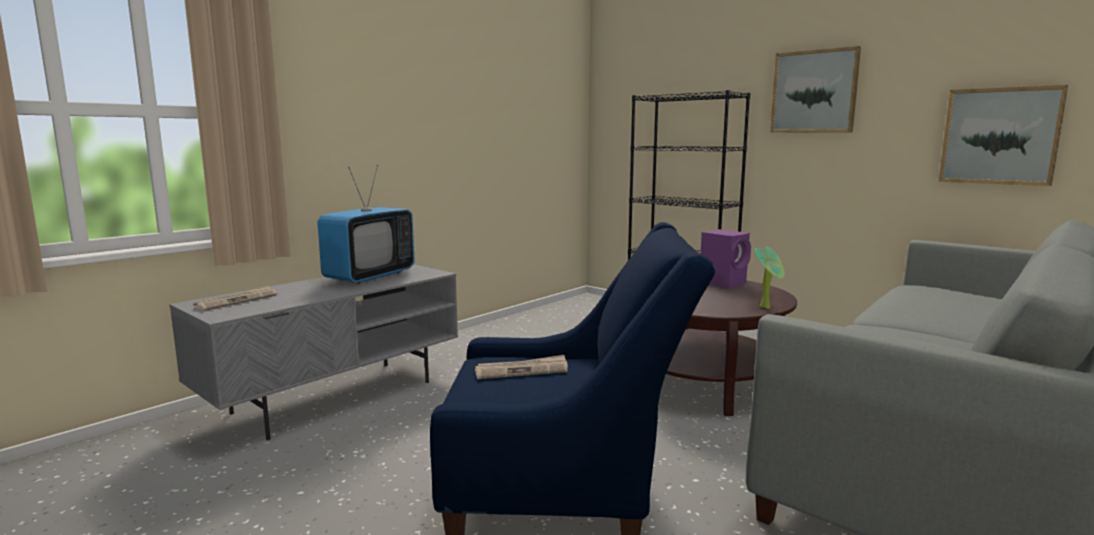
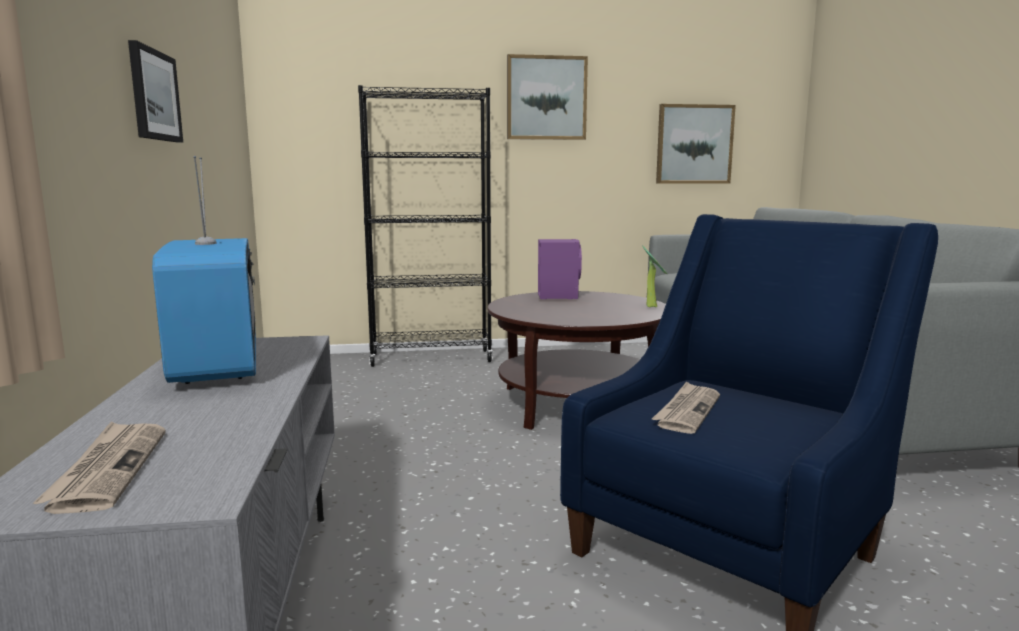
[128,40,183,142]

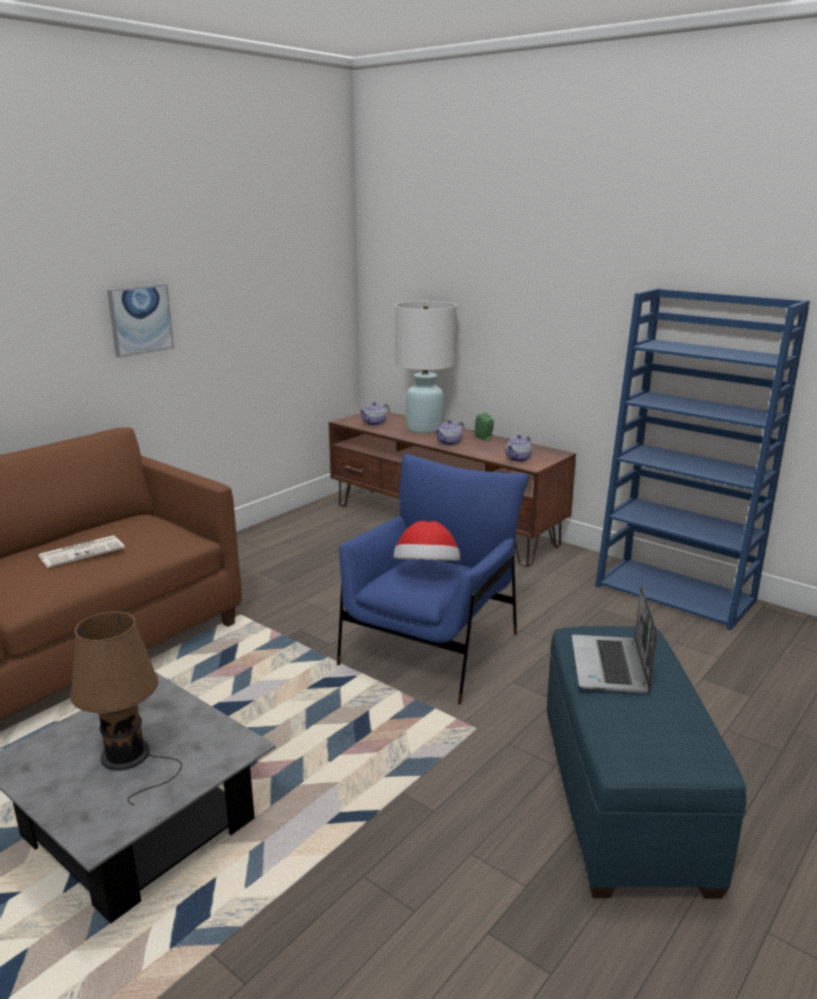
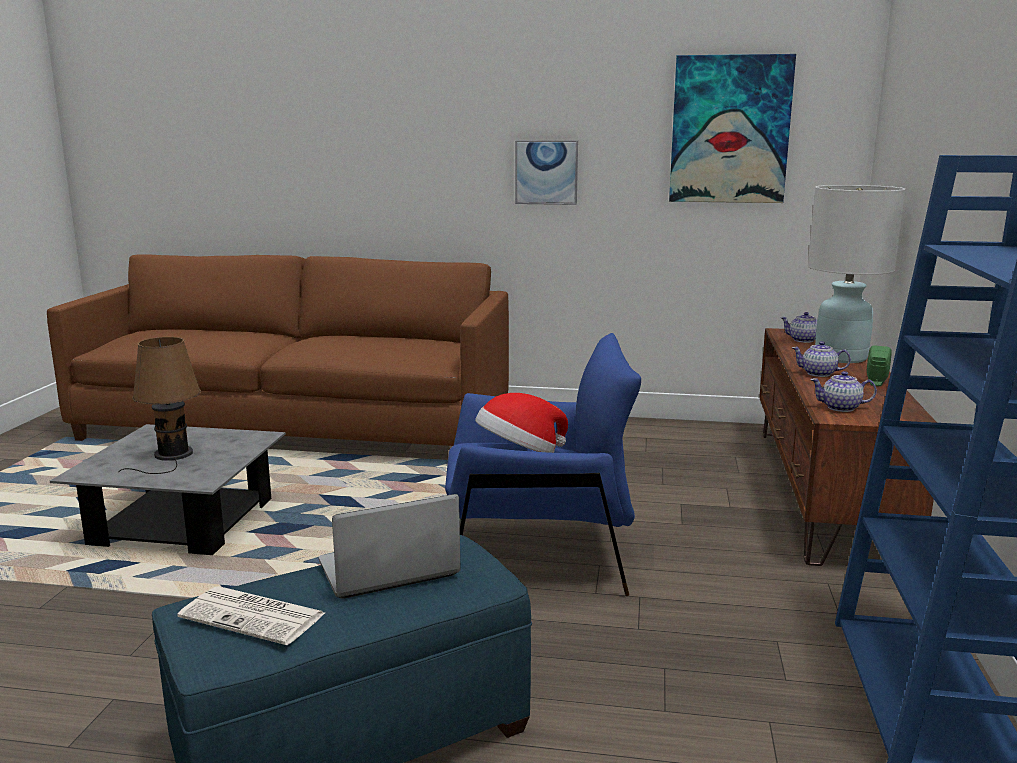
[177,586,325,645]
[669,54,796,203]

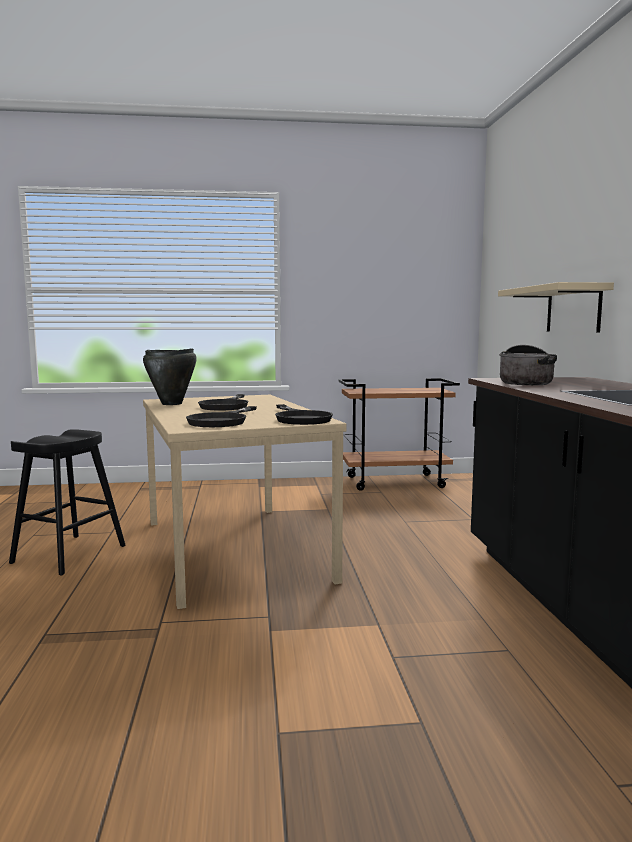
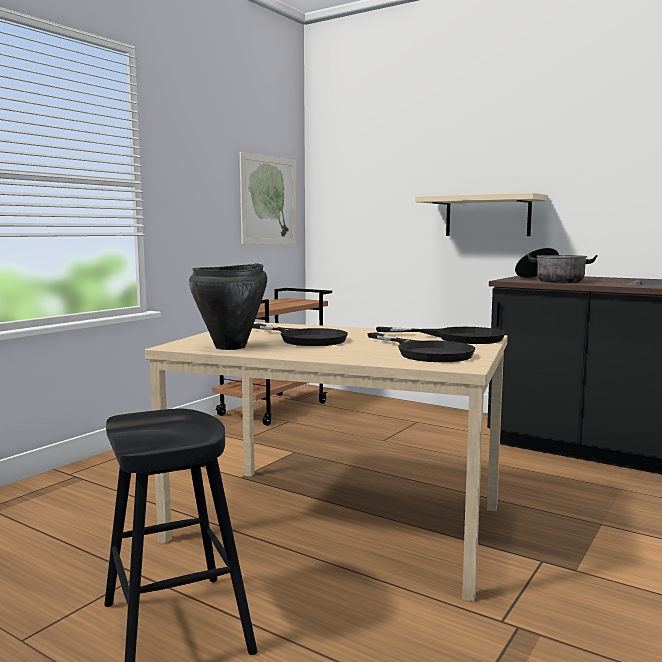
[240,152,297,245]

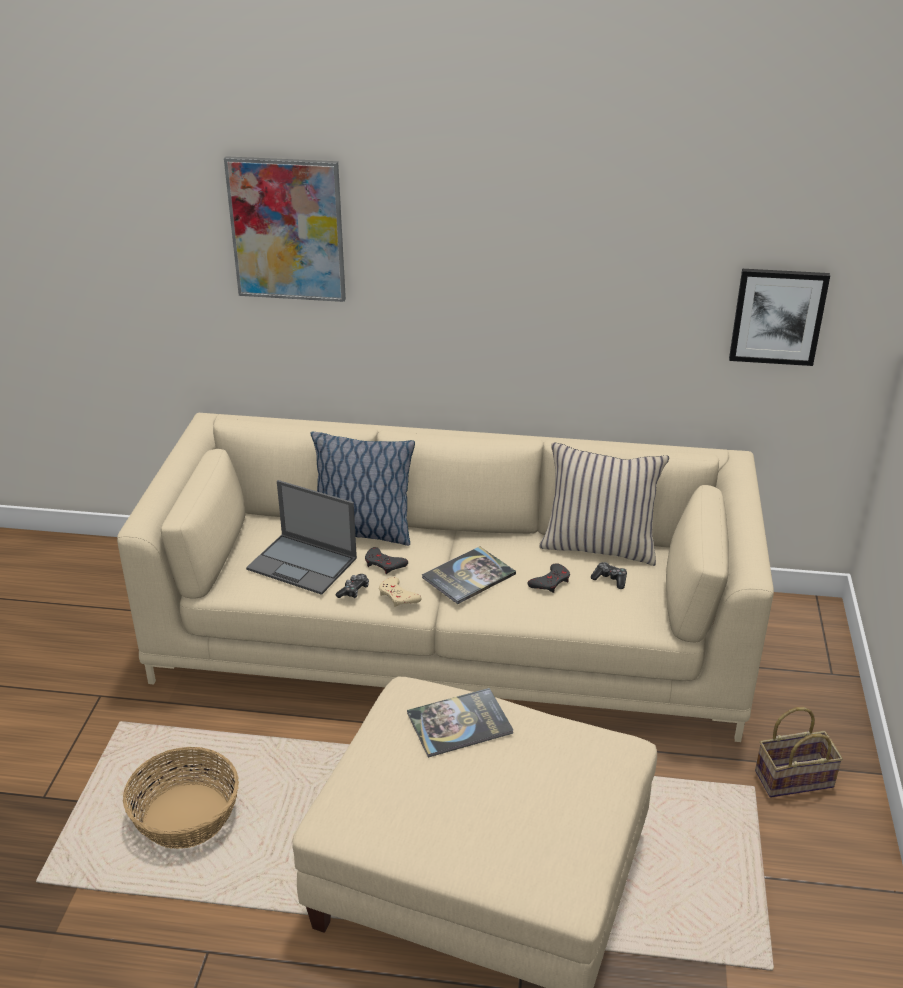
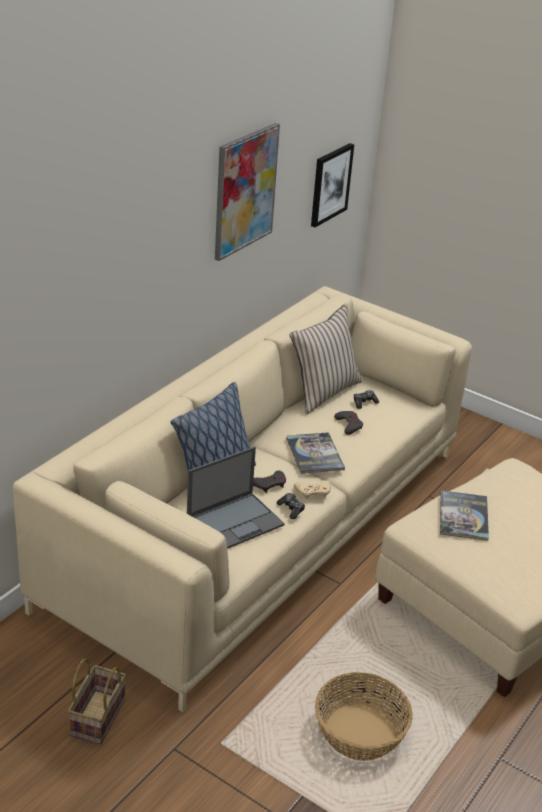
[215,123,280,261]
[68,658,126,745]

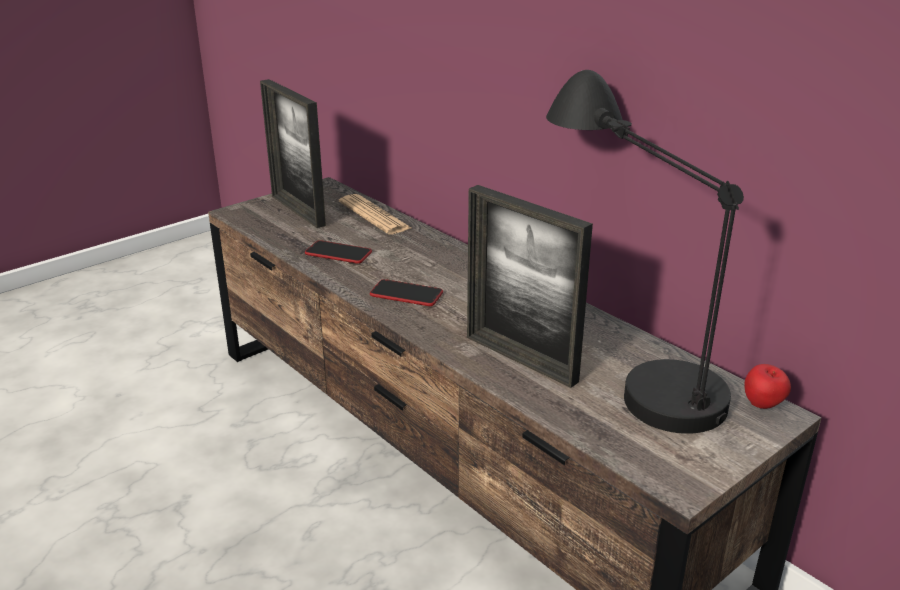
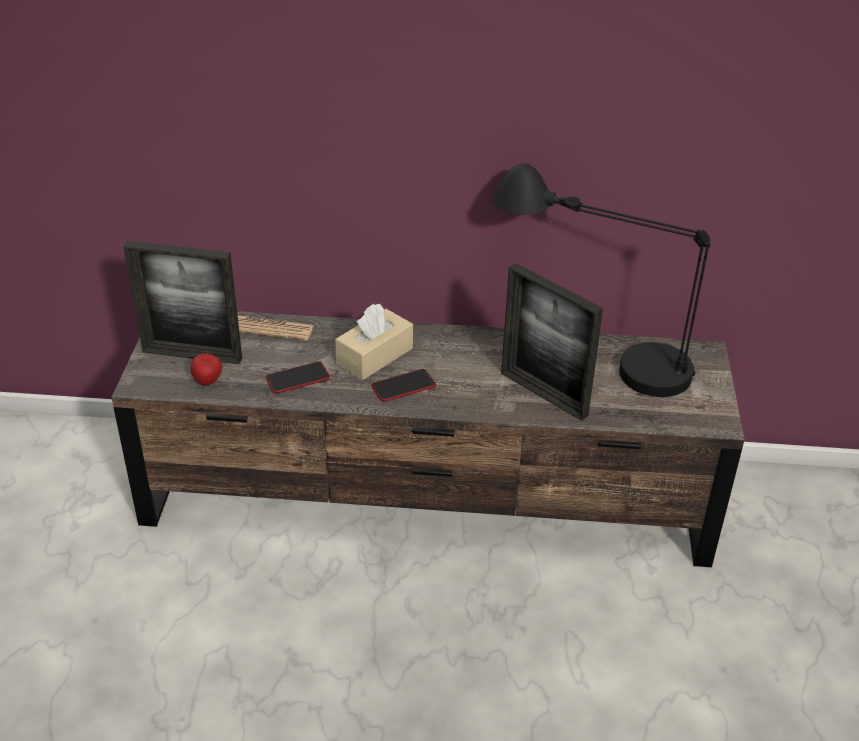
[501,263,603,421]
[191,354,222,385]
[335,304,413,380]

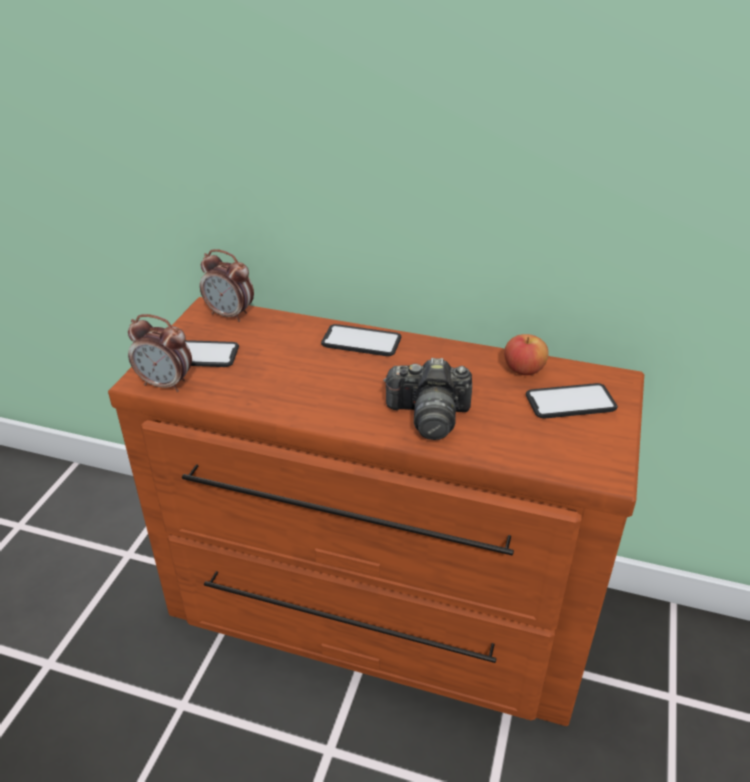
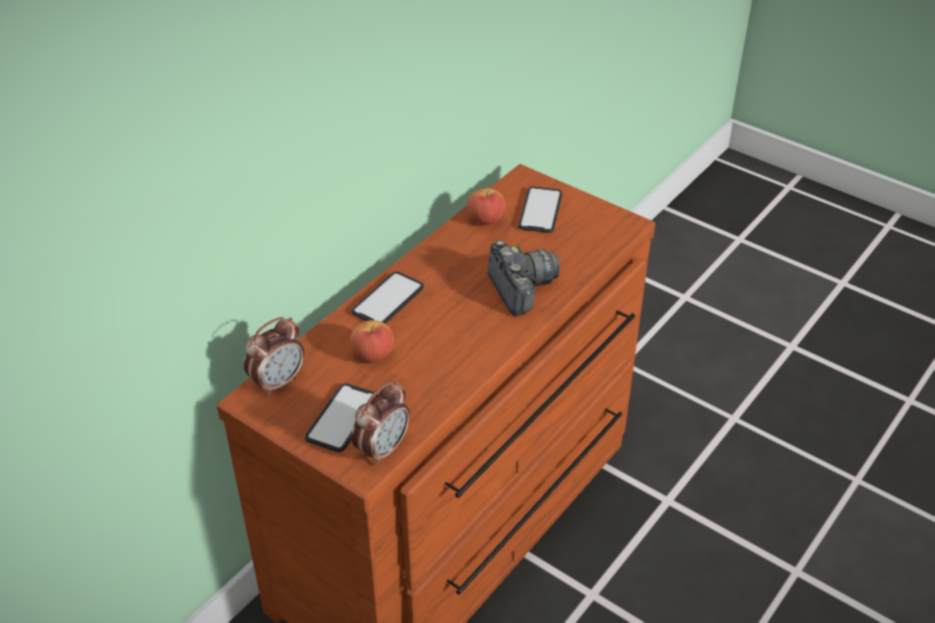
[488,240,560,316]
[350,320,394,362]

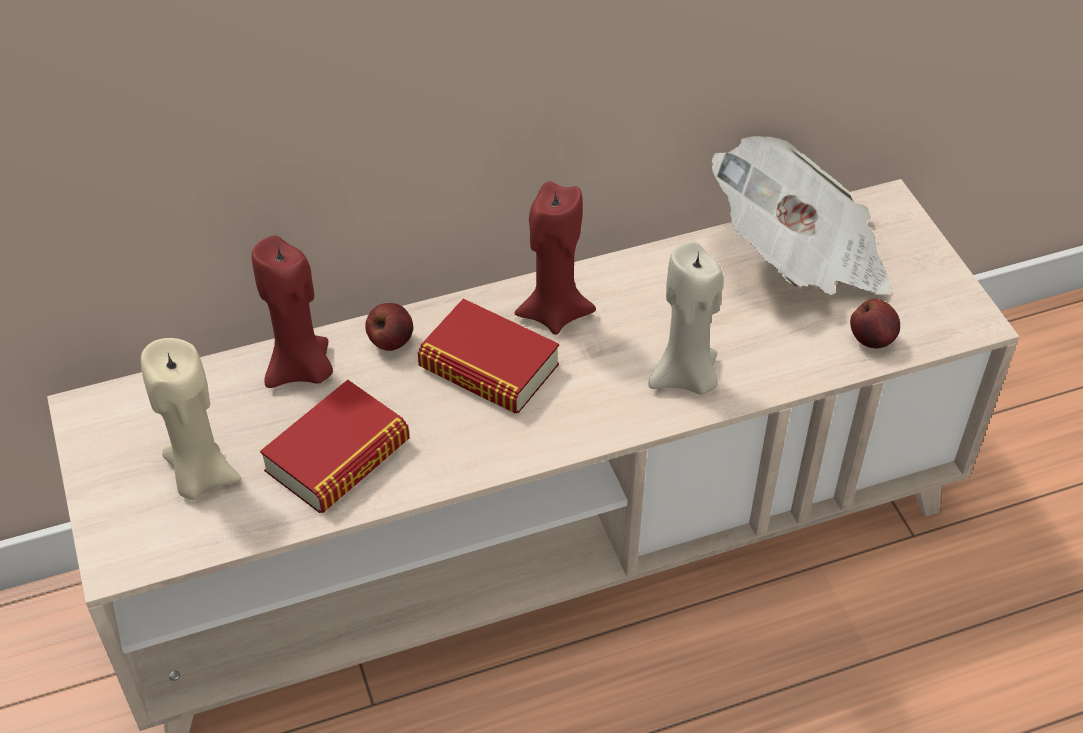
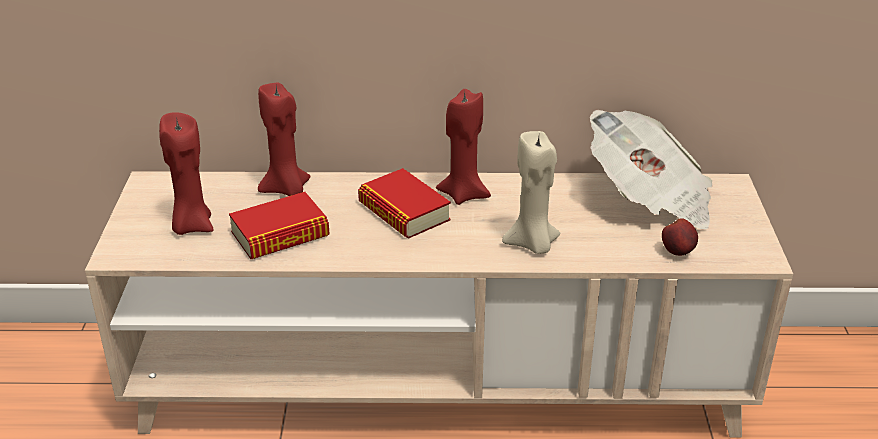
[159,112,214,235]
[365,303,413,351] (first image)

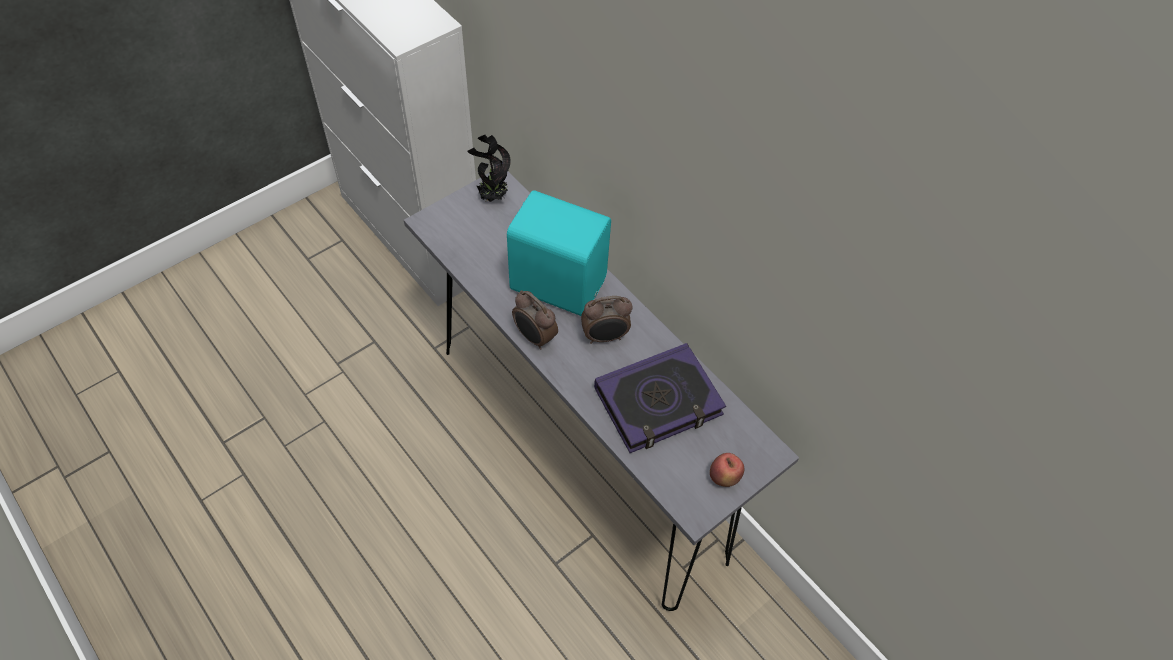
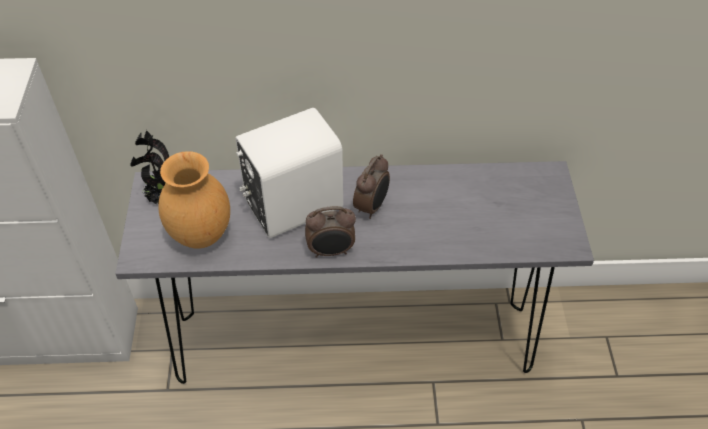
[235,108,343,238]
[594,343,726,453] (first image)
[710,453,744,487] (first image)
[158,151,230,249]

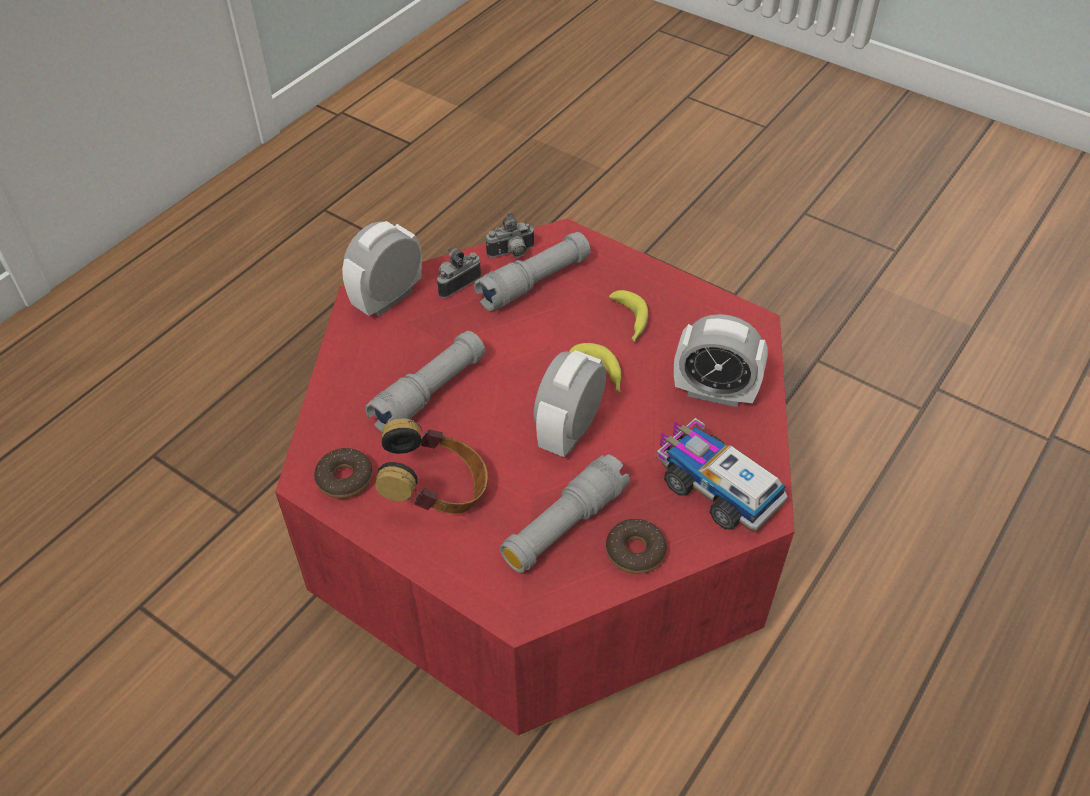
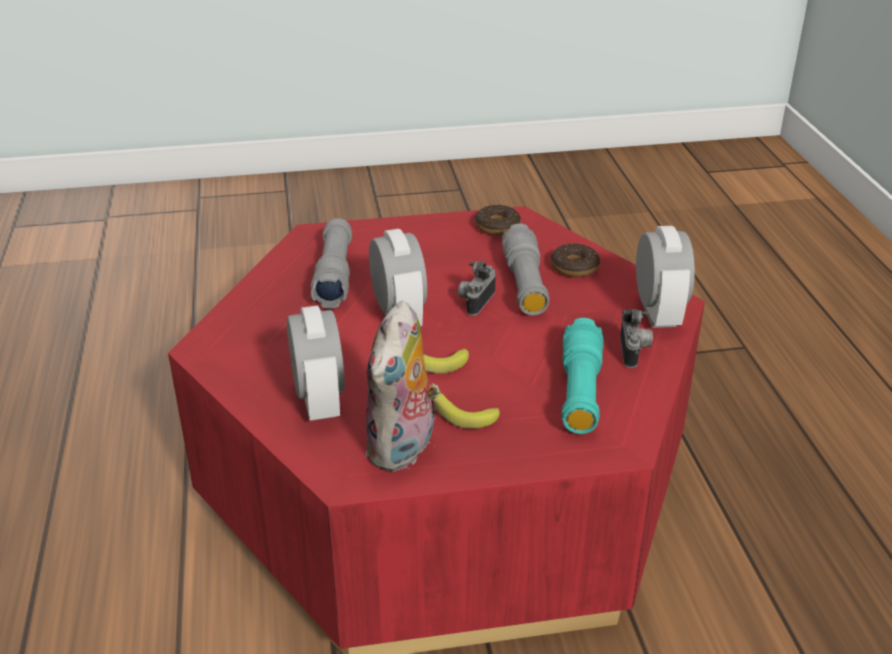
[375,418,488,513] (first image)
[562,318,604,434]
[458,261,496,316]
[551,244,600,277]
[656,418,788,531] (first image)
[287,305,345,421]
[365,301,441,472]

